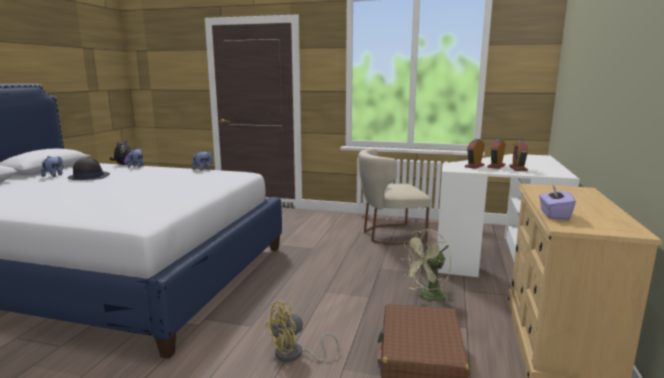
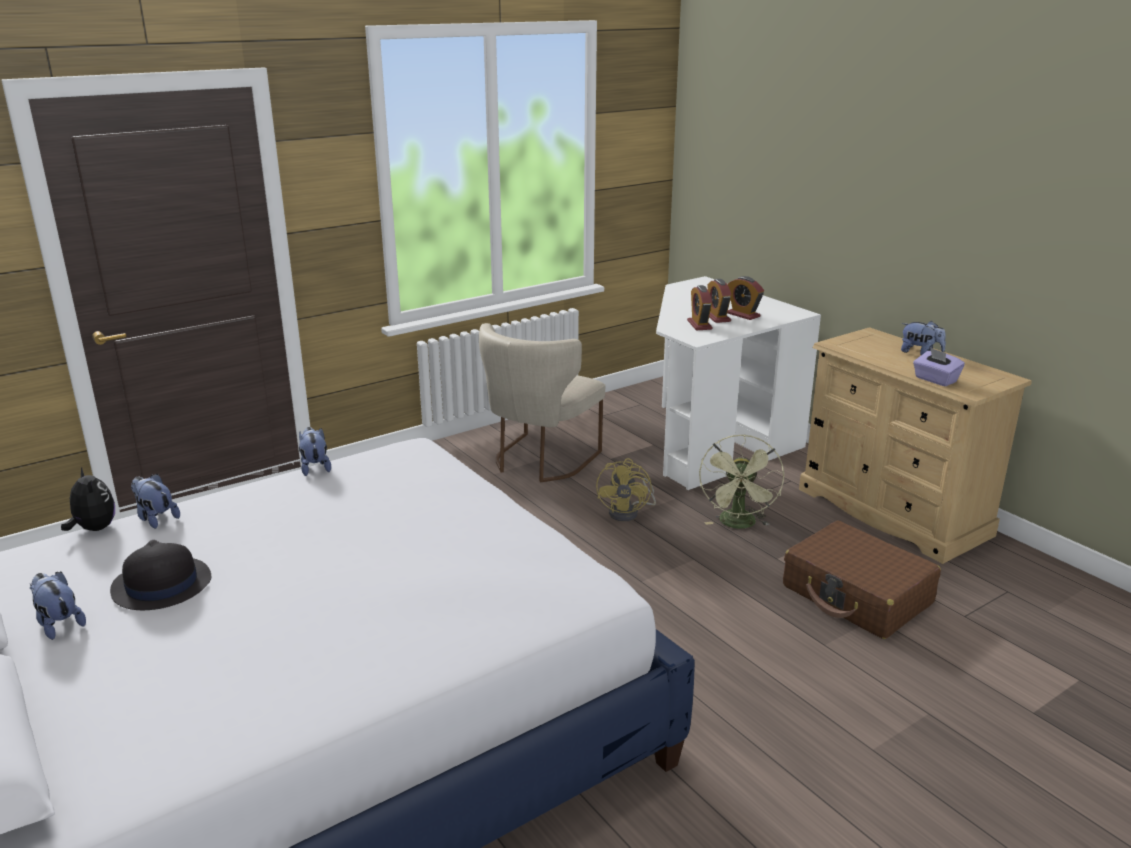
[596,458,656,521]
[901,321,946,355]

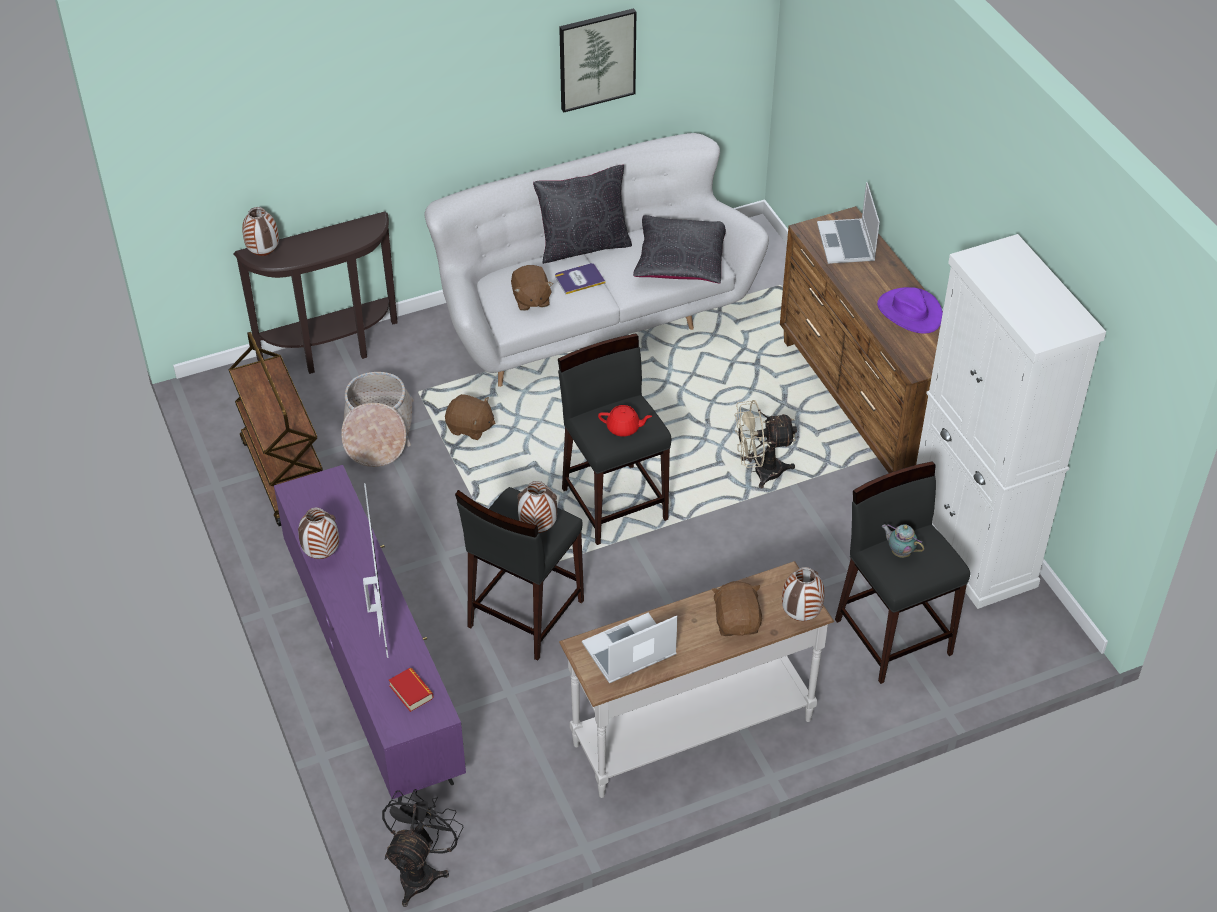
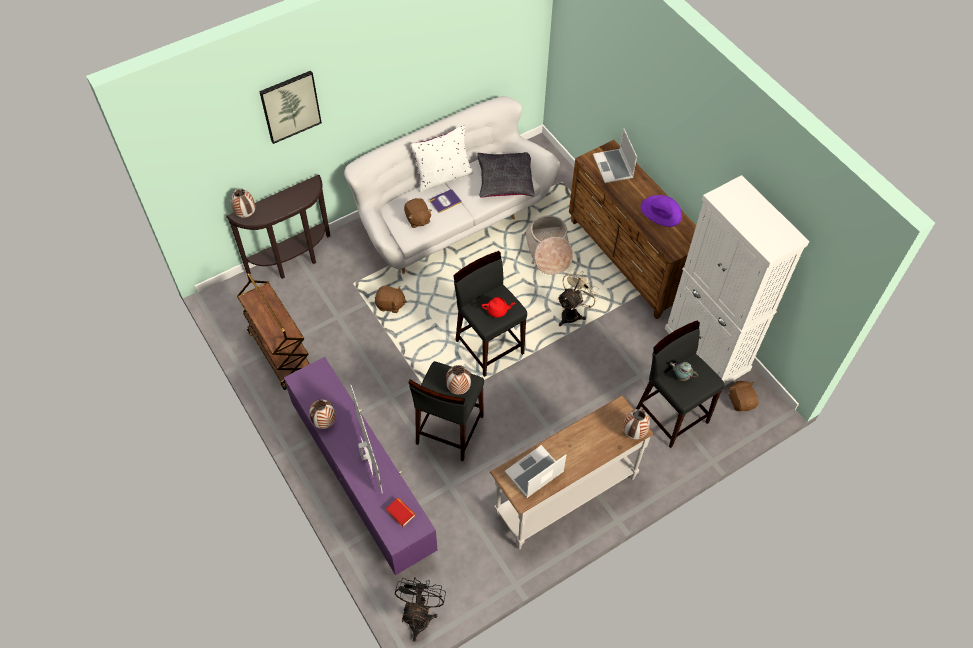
[524,216,573,275]
[410,125,473,192]
[259,71,322,144]
[728,381,759,411]
[557,269,600,326]

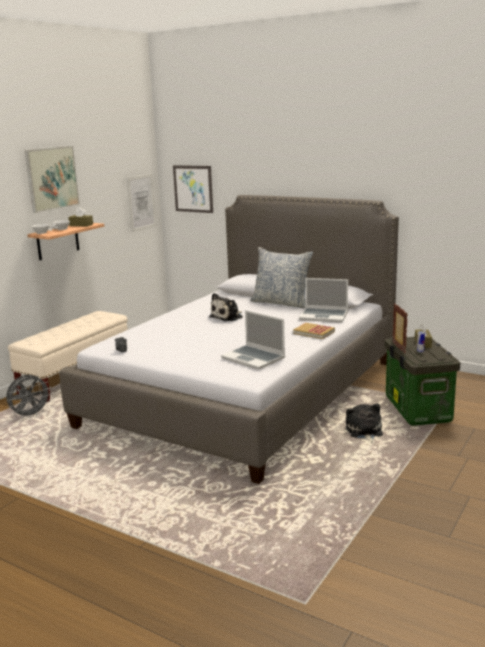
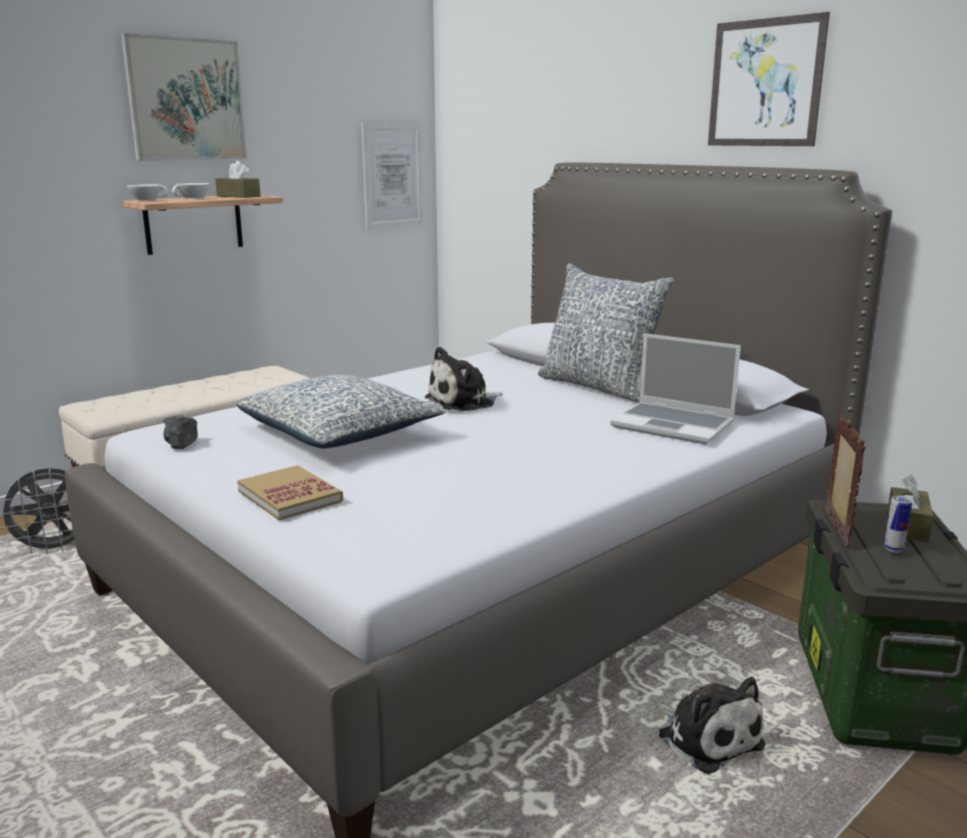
[708,12,830,146]
[221,310,285,370] (first image)
[237,465,343,521]
[658,677,765,774]
[237,375,446,448]

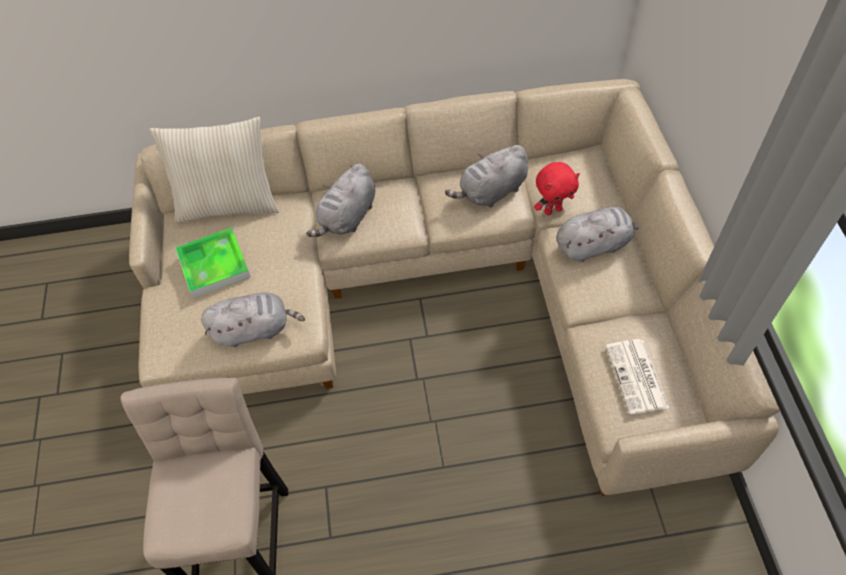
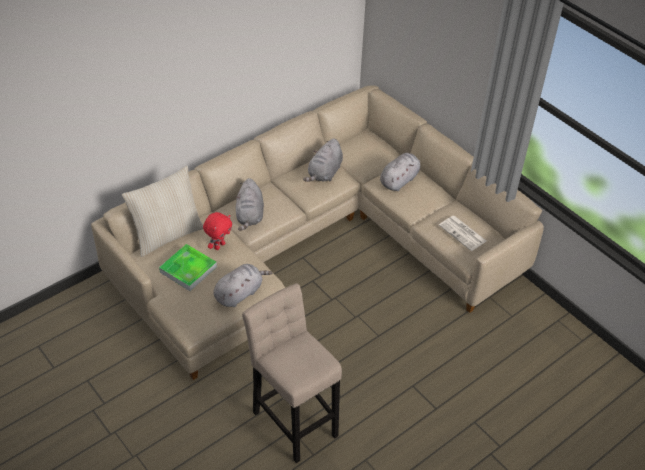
[203,212,232,250]

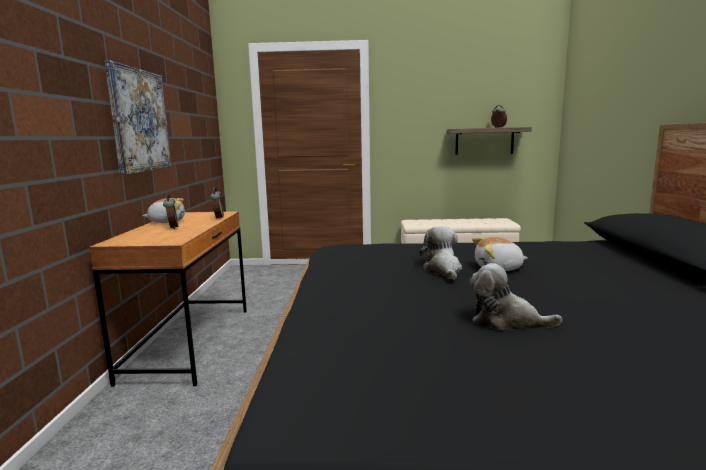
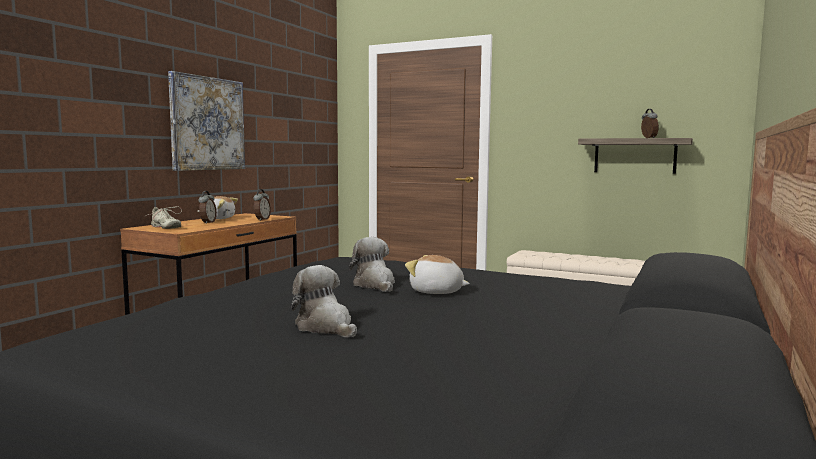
[349,237,395,292]
[146,206,182,229]

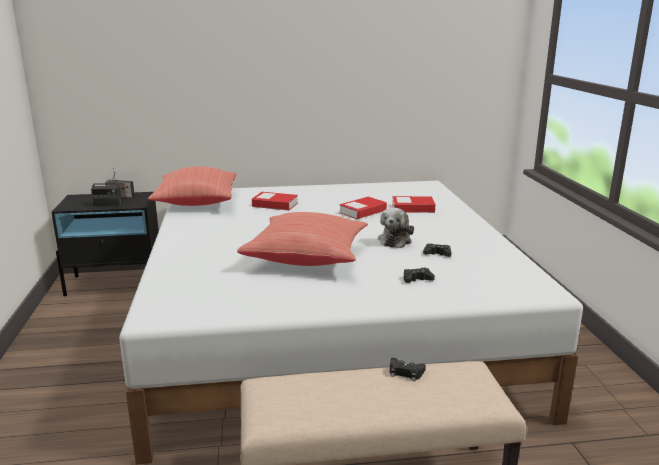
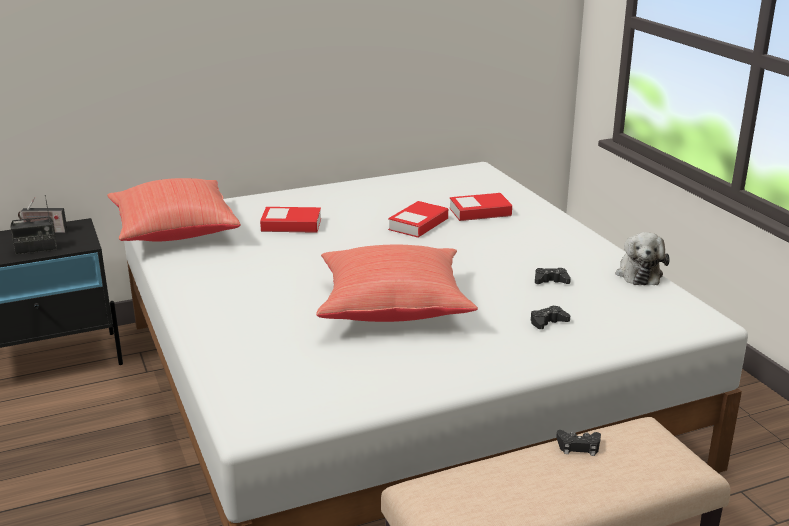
[615,232,670,285]

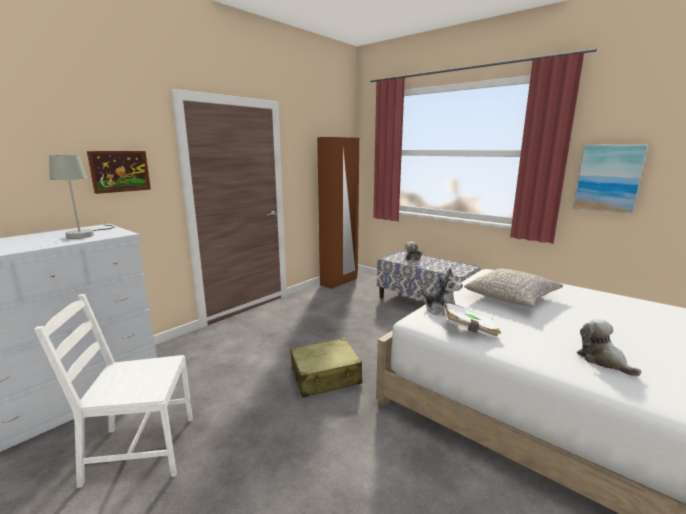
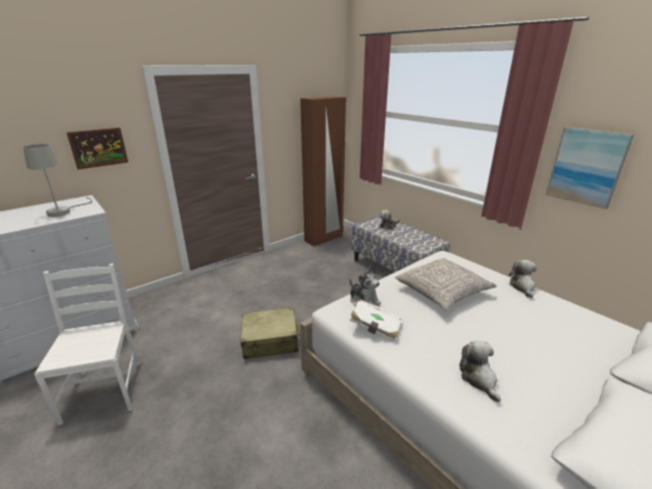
[34,263,141,425]
[509,260,537,298]

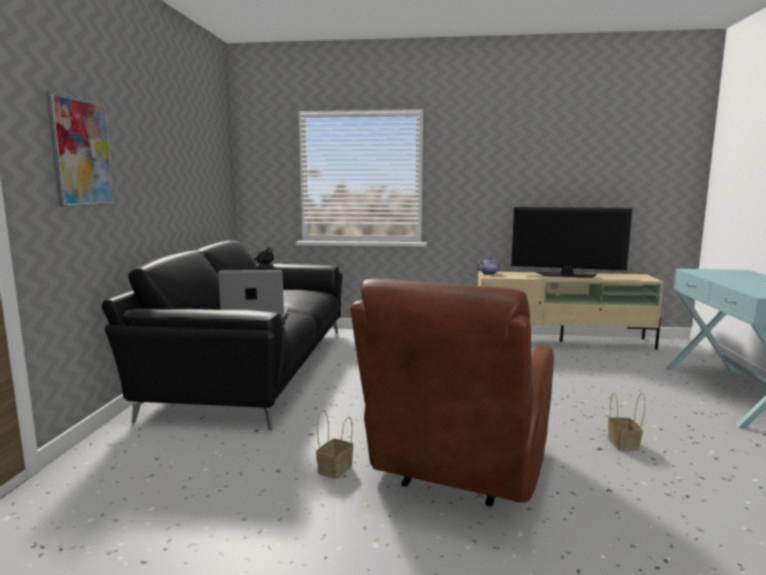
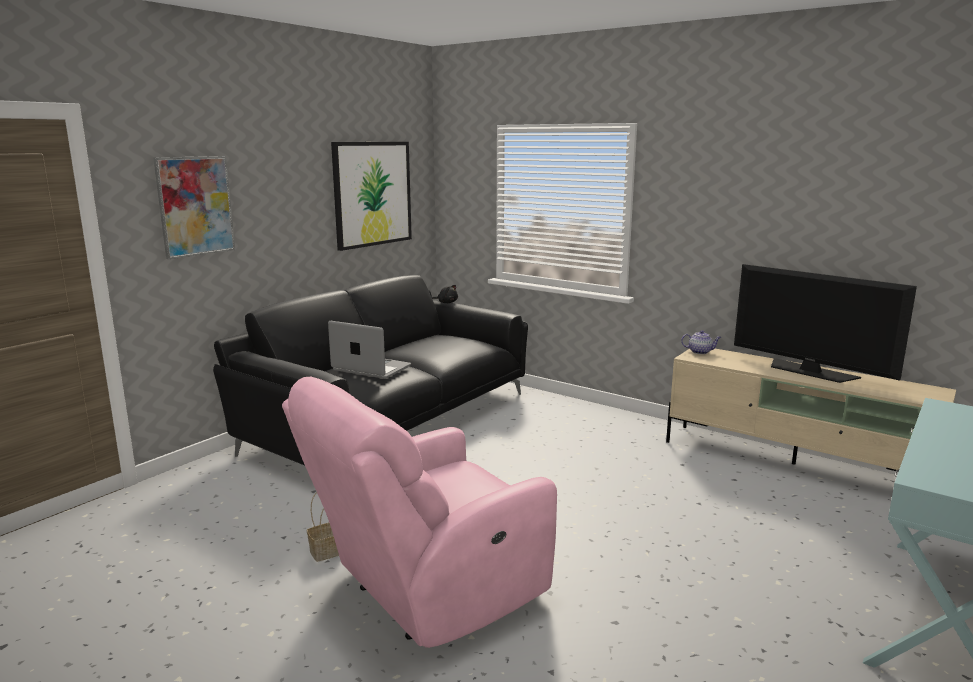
[282,377,557,648]
[608,392,645,451] (first image)
[331,142,412,251]

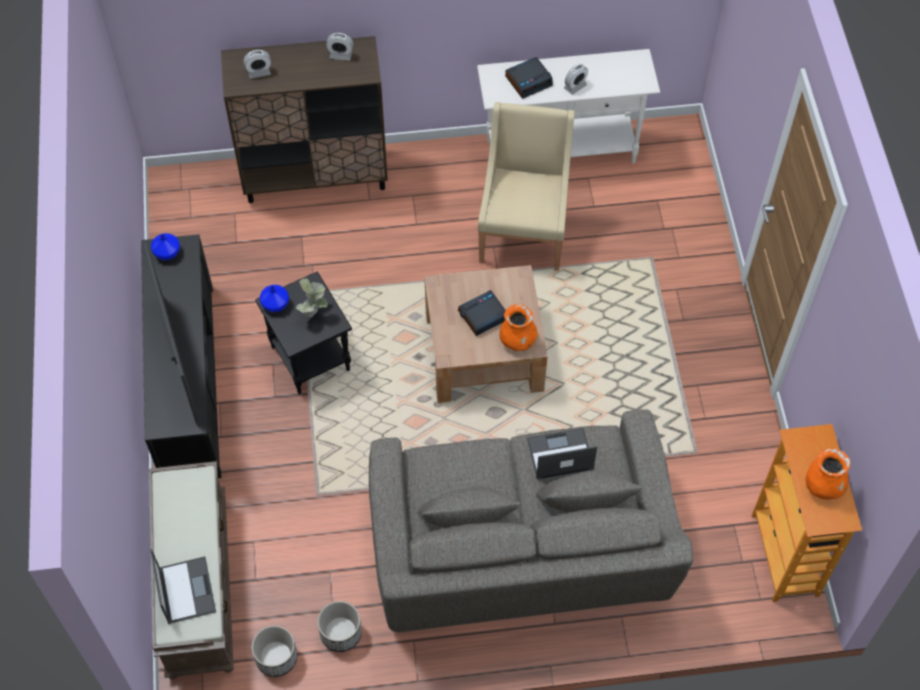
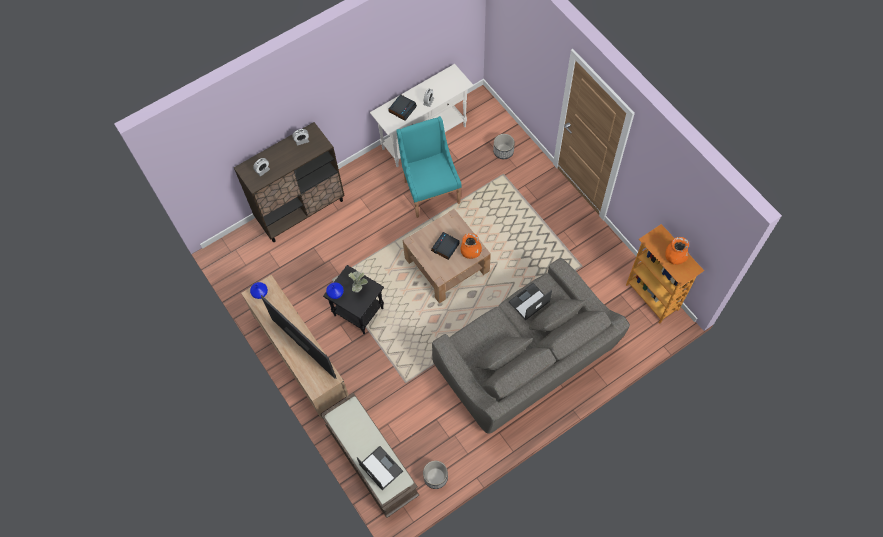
[241,275,349,418]
[493,134,515,159]
[396,116,461,218]

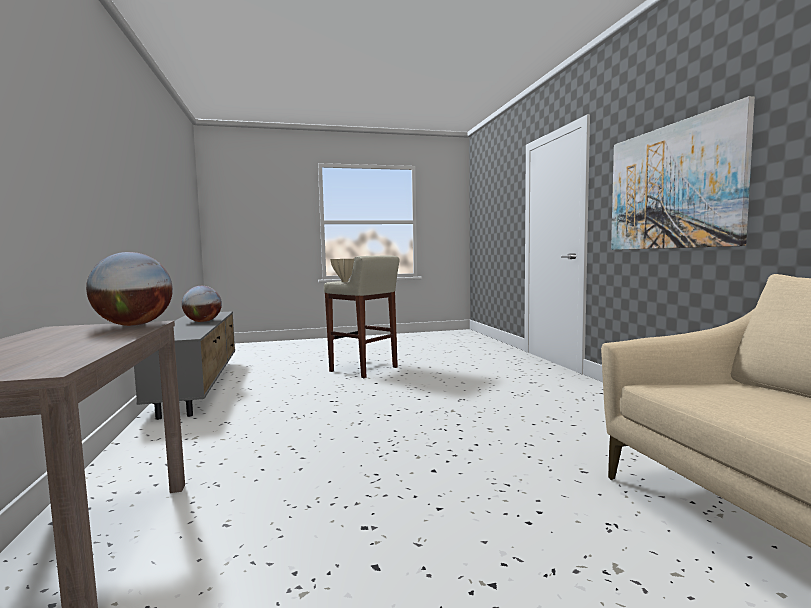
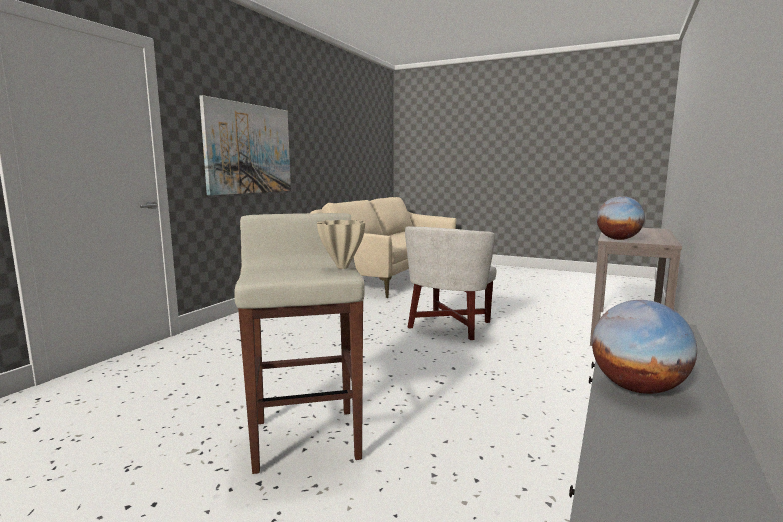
[405,226,496,340]

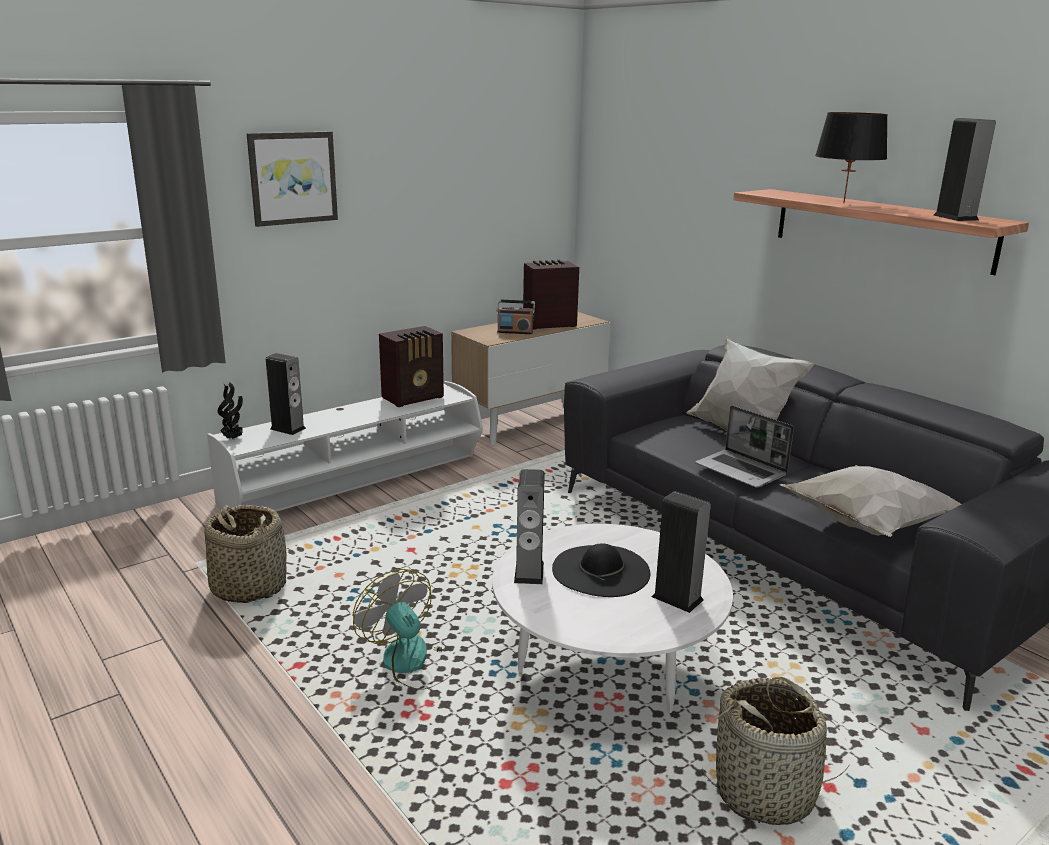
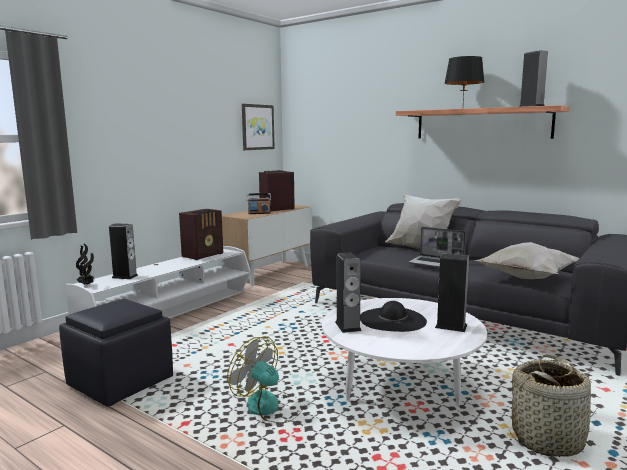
[59,299,173,407]
[242,104,275,150]

